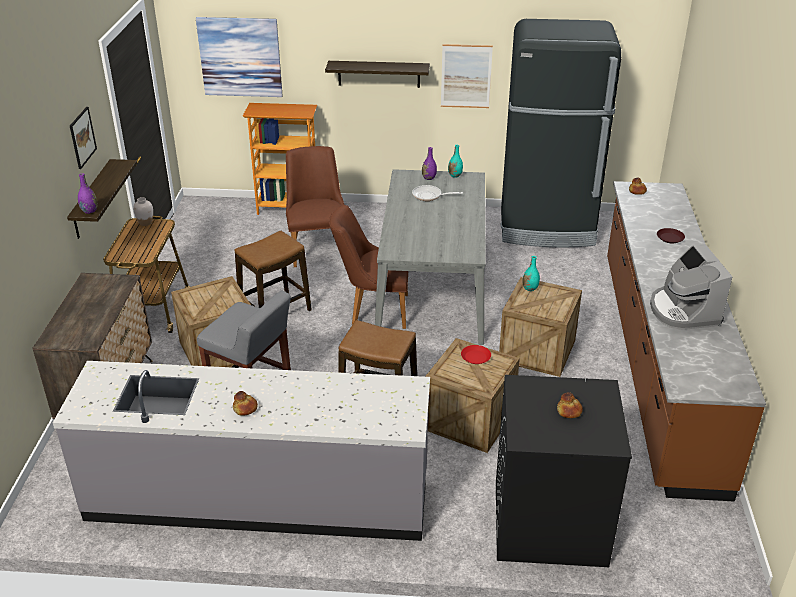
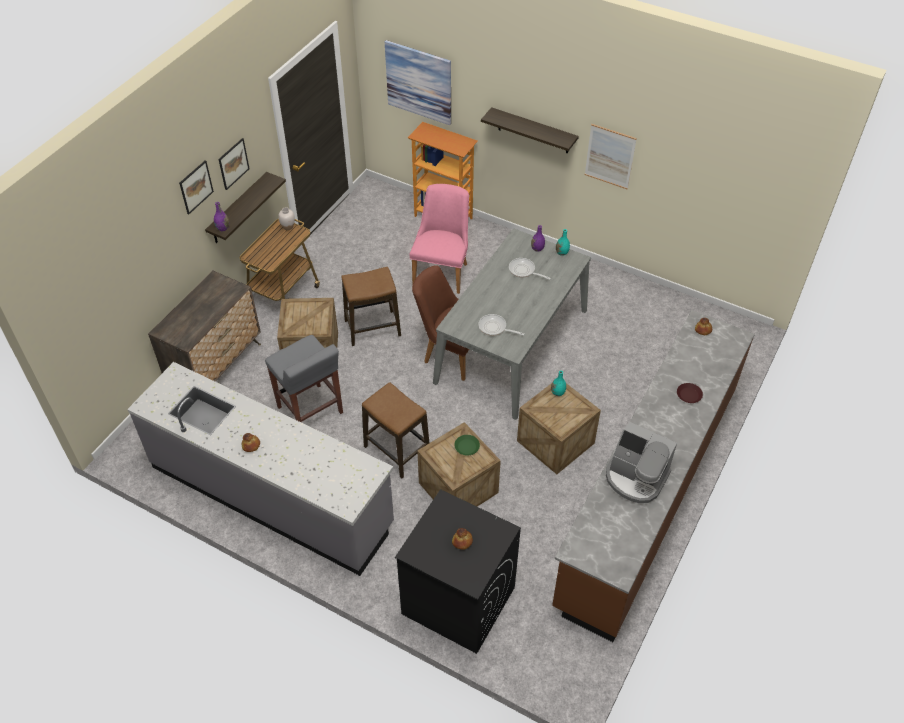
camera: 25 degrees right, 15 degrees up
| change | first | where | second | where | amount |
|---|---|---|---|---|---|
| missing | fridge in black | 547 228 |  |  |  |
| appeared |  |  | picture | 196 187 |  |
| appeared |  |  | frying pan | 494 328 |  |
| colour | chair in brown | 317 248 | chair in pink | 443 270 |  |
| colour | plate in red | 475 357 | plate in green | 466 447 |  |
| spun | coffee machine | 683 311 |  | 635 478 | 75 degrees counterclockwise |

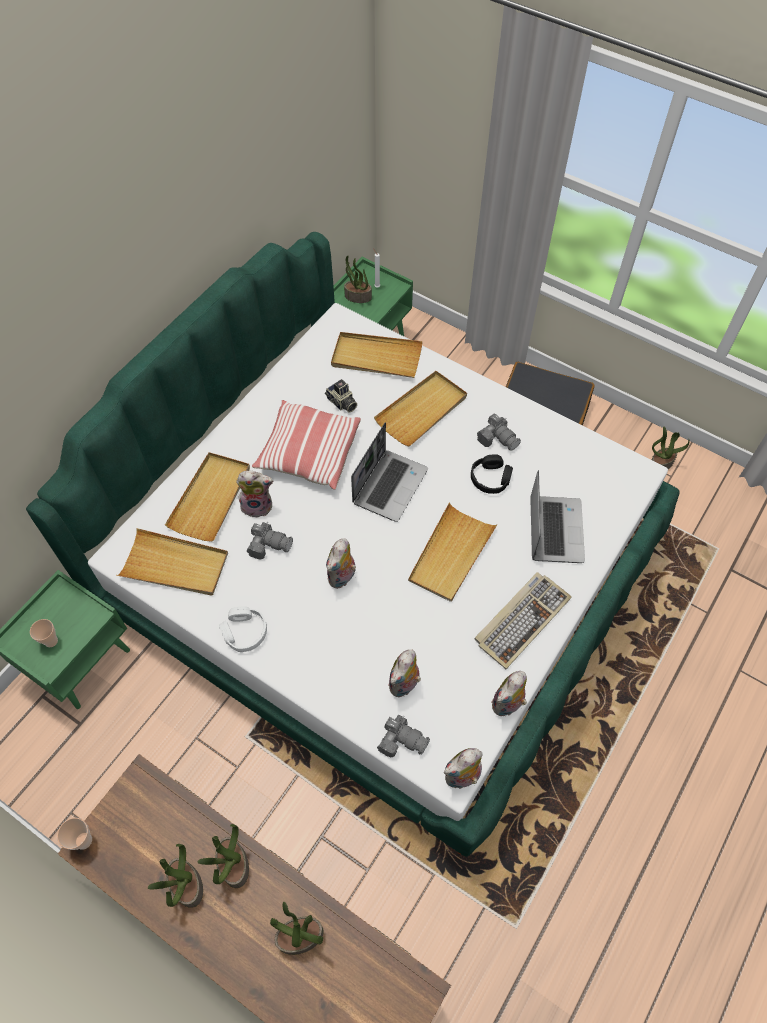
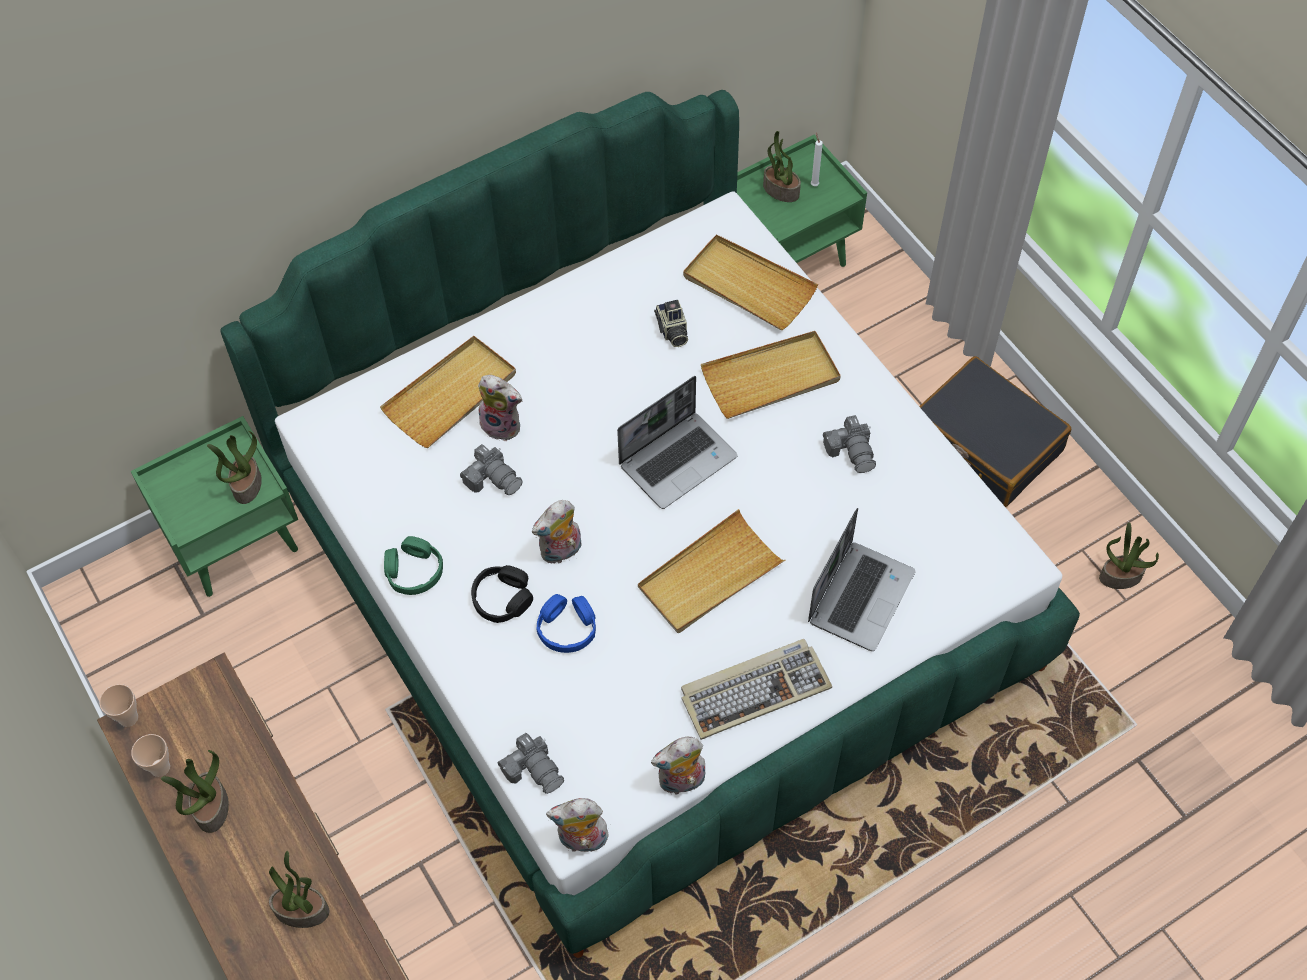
camera: 25 degrees right, 0 degrees up
| change | first | where | second | where | amount |
|---|---|---|---|---|---|
| missing | tray in beige | 175 565 |  |  |  |
| missing | pillow | 308 453 |  |  |  |
| missing | plush toy | 404 685 |  |  |  |
| appeared |  |  | headphones in blue | 567 628 |  |
| relocated | cup | 51 641 |  | 160 767 |  |
| relocated | potted plant | 233 864 |  | 246 484 |  |
| relocated | headphones in black | 490 478 |  | 502 598 |  |
| colour | headphones in white | 244 632 | headphones in green | 414 571 |  |

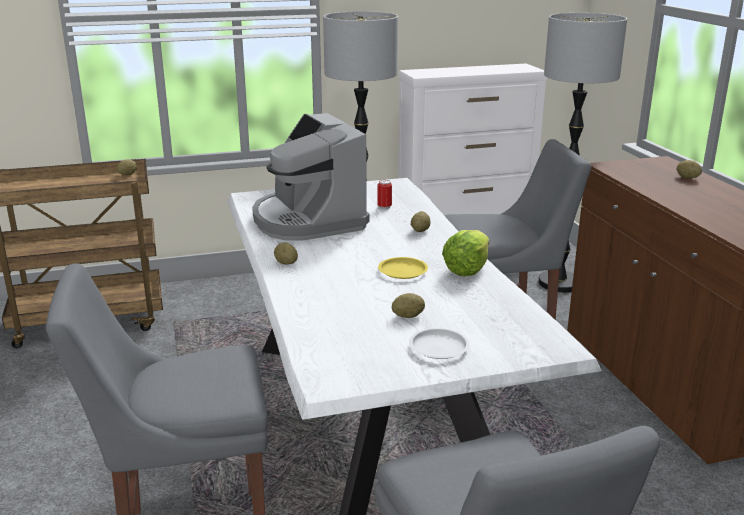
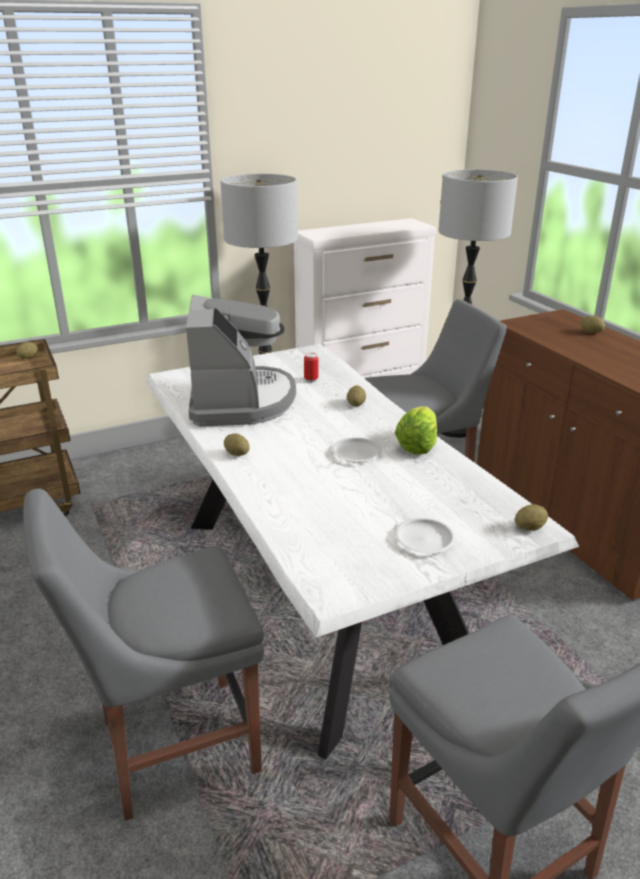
camera: 10 degrees left, 5 degrees up
| change | first | where | second | where | amount |
|---|---|---|---|---|---|
| relocated | potato | 408 316 |  | 529 528 |  |
| colour | plate in yellow | 402 271 | plate in white | 356 453 |  |
| spun | coffee machine | 308 220 |  | 240 401 | 150 degrees counterclockwise |

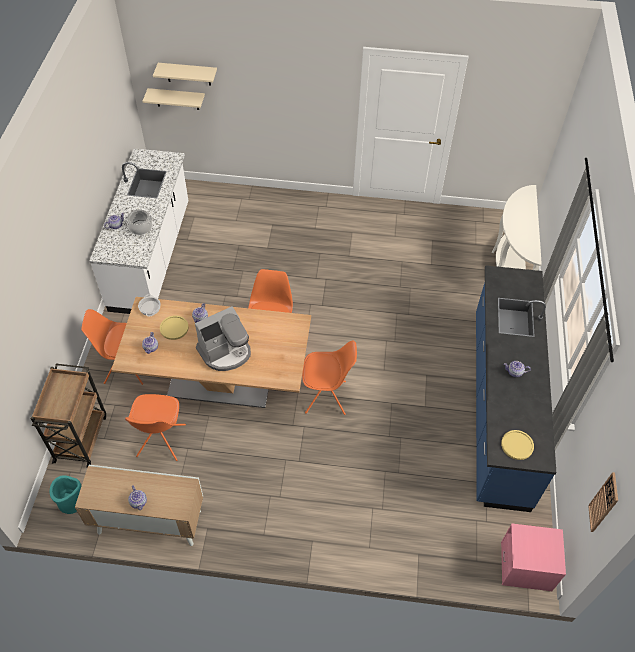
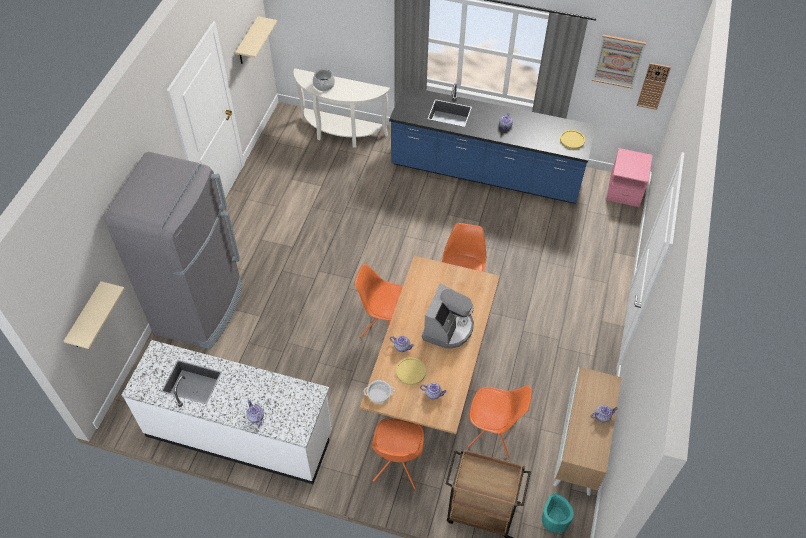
camera: 80 degrees left, 0 degrees up
| change | first | where | second | where | amount |
|---|---|---|---|---|---|
| appeared |  |  | fridge in grey | 200 309 |  |
| appeared |  |  | picture | 618 61 |  |
| relocated | cooking pot | 140 227 |  | 324 85 |  |
| relocated | shelf in beige | 188 74 |  | 248 42 |  |
| spun | coffee machine | 225 352 |  | 448 328 | 45 degrees clockwise |

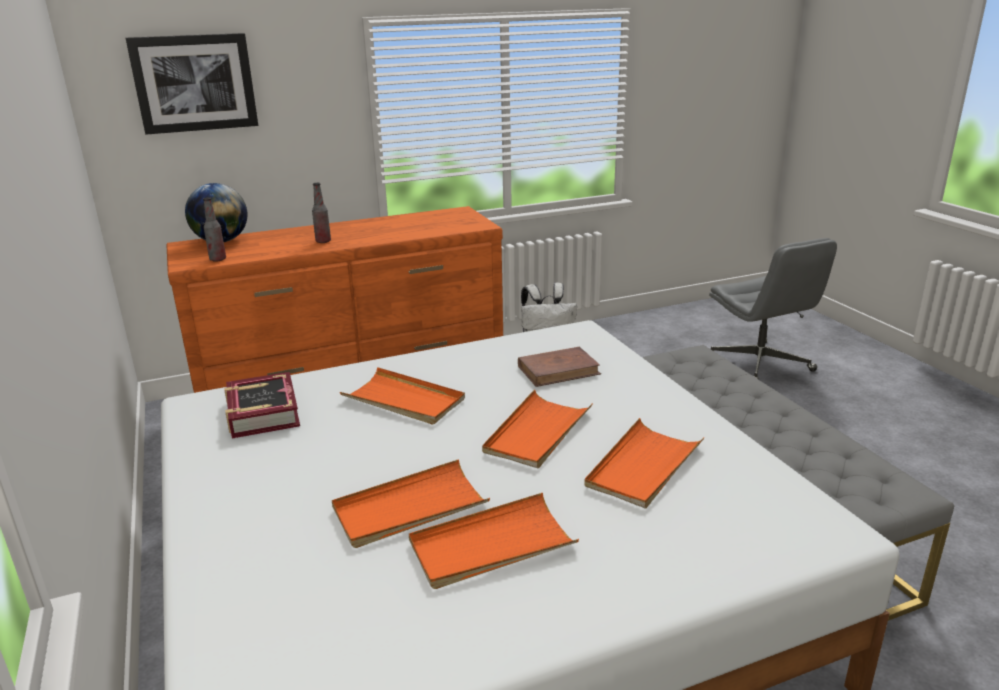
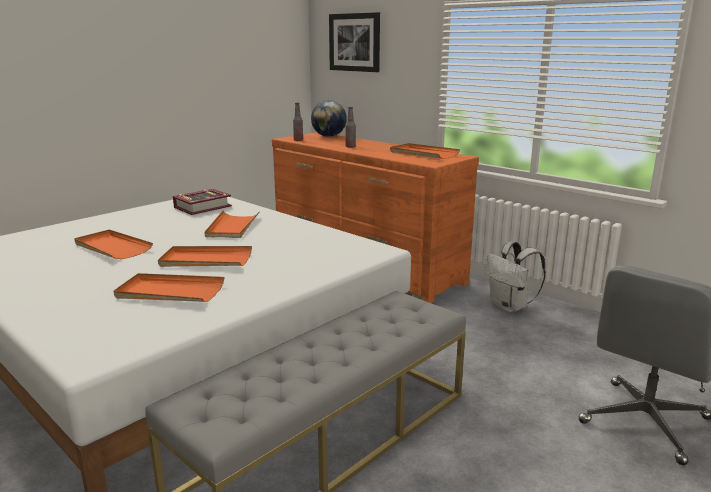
camera: 65 degrees right, 5 degrees down
| change | first | where | second | where | amount |
|---|---|---|---|---|---|
| missing | book in brown | 558 370 |  |  |  |
| relocated | tray in orange | 491 546 |  | 423 153 |  |

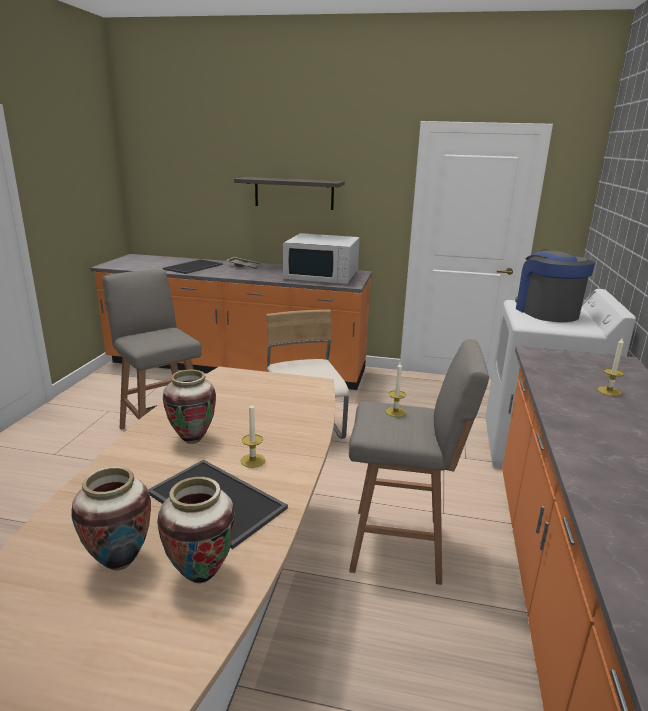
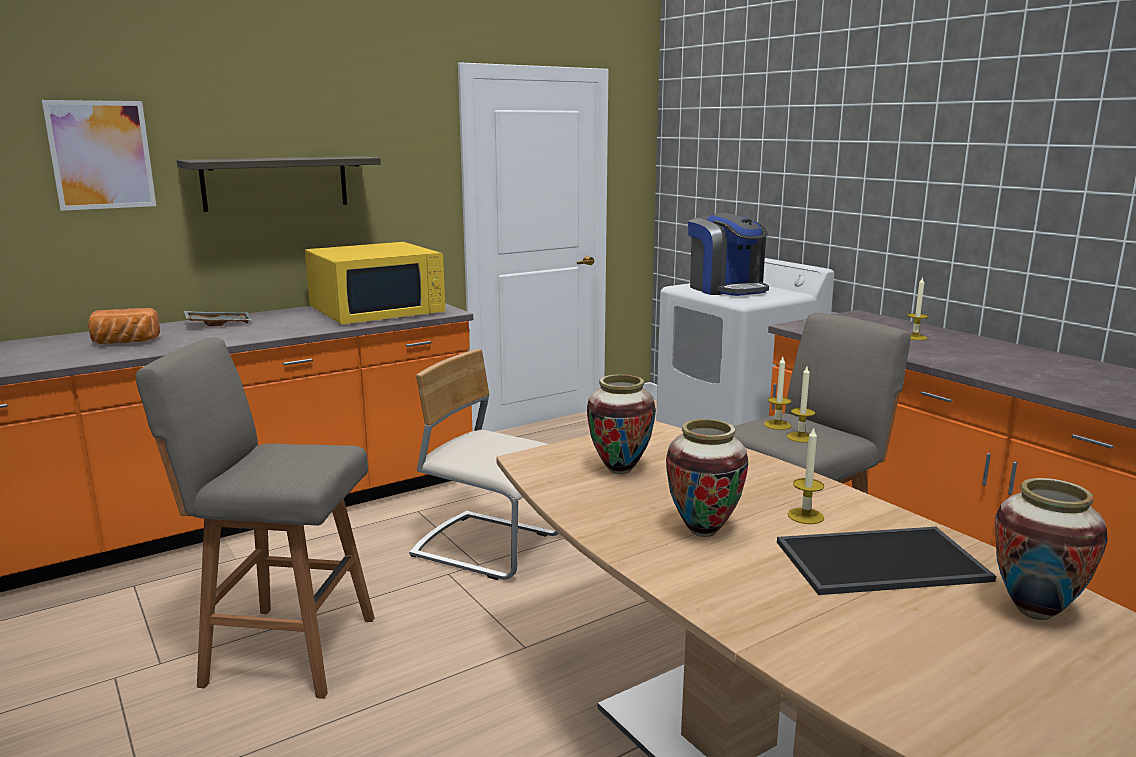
camera: 45 degrees left, 5 degrees down
| change | first | where | second | where | amount |
|---|---|---|---|---|---|
| appeared |  |  | picture | 101 155 |  |
| appeared |  |  | candle | 800 437 |  |
| relocated | vase | 119 562 |  | 620 470 |  |
| exchanged | tray | 193 266 | bread | 124 343 |  |
| colour | microwave in white | 322 276 | microwave in yellow | 378 311 |  |
| spun | coffee machine | 546 312 |  | 726 289 | 150 degrees counterclockwise |

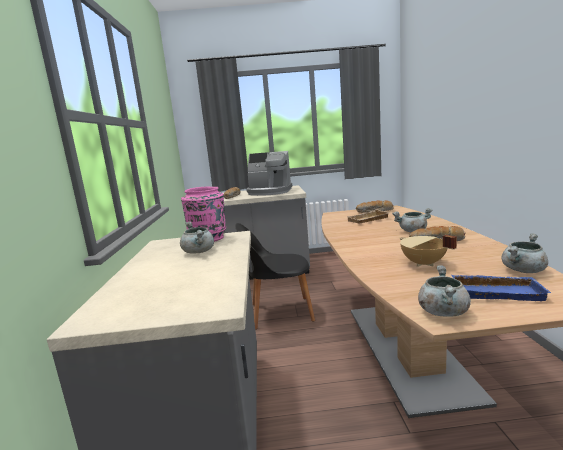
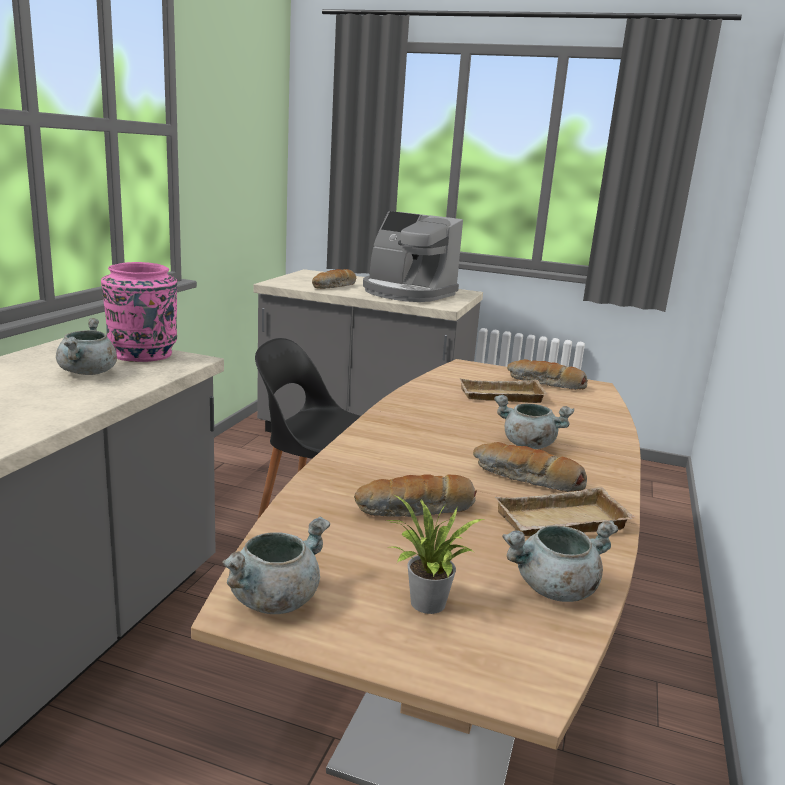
camera: 20 degrees right, 5 degrees up
| change | first | where | second | where | amount |
|---|---|---|---|---|---|
| appeared |  |  | tray in beige | 561 524 |  |
| exchanged | cooking pot in beige | 423 264 | bread | 416 510 |  |
| exchanged | tray in blue | 497 292 | potted plant | 425 605 |  |

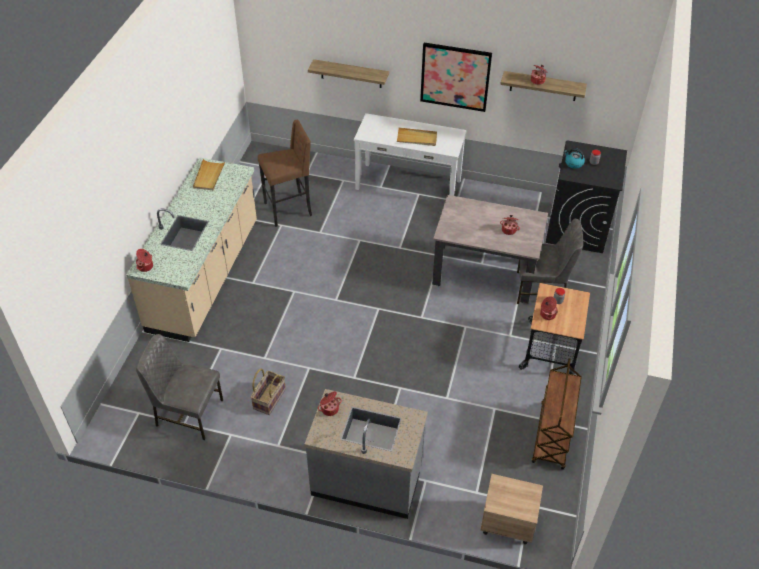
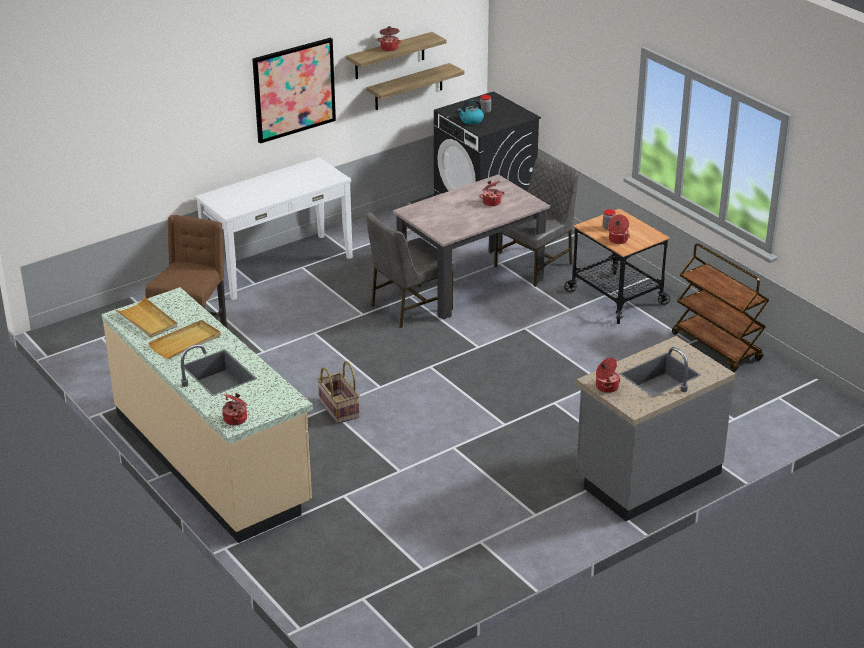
camera: 50 degrees left, 15 degrees down
| change | first | where | second | where | amount |
|---|---|---|---|---|---|
| missing | nightstand in beige | 506 523 |  |  |  |
| relocated | chair in grey | 188 413 |  | 409 307 |  |
| relocated | basket | 269 398 |  | 338 409 |  |
| relocated | shelf | 351 74 |  | 408 87 |  |
| relocated | tray in beige | 417 138 |  | 186 342 |  |

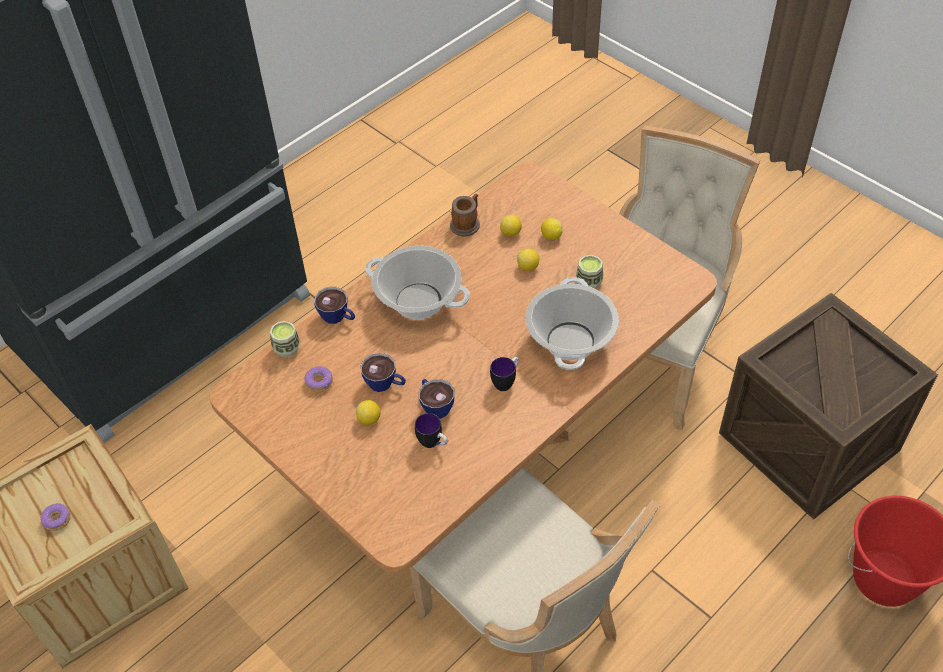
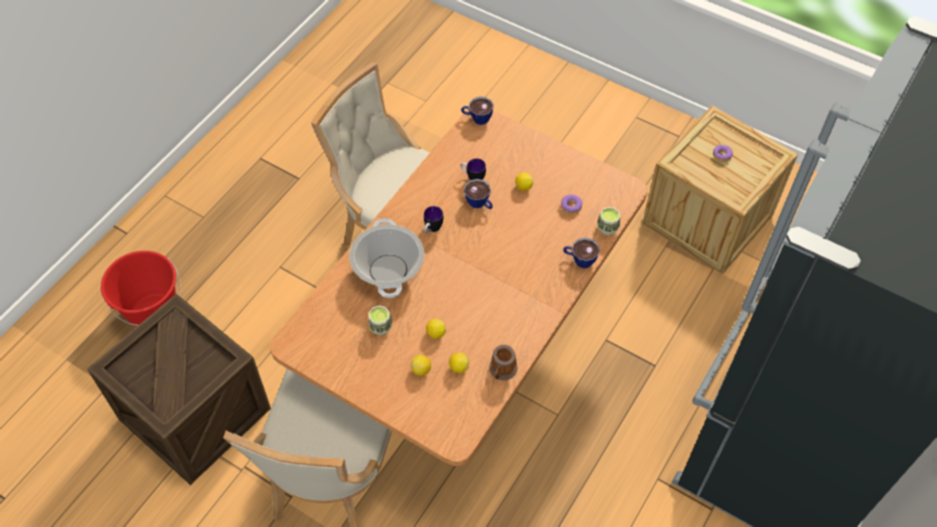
camera: 165 degrees right, 5 degrees up
| change | first | where | second | where | amount |
|---|---|---|---|---|---|
| missing | cooking pot | 419 300 |  |  |  |
| relocated | cup | 385 384 |  | 477 118 |  |

